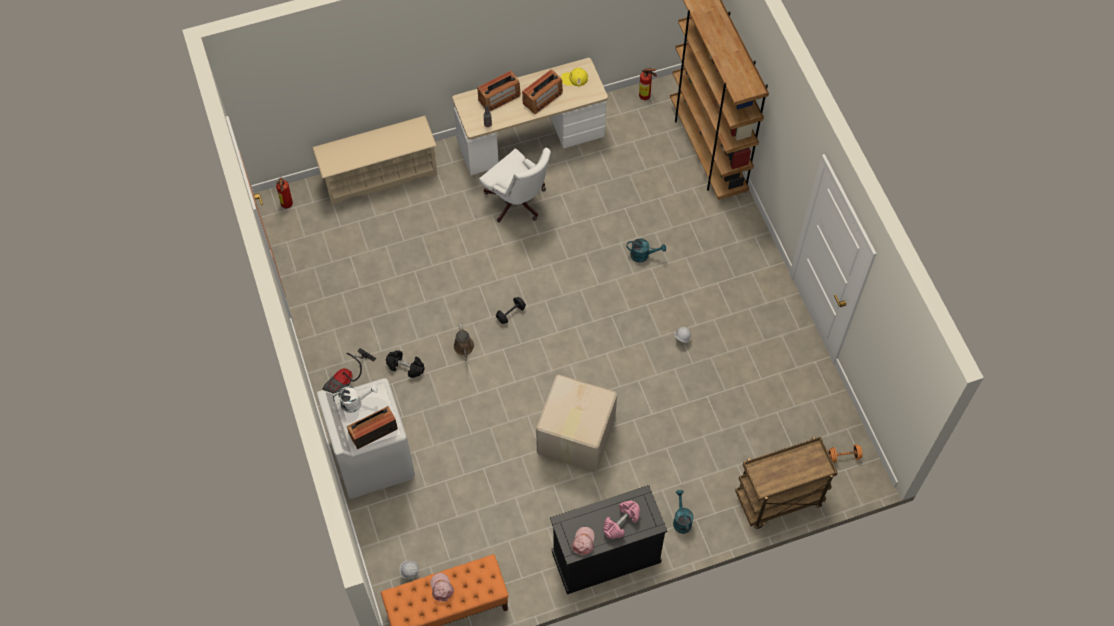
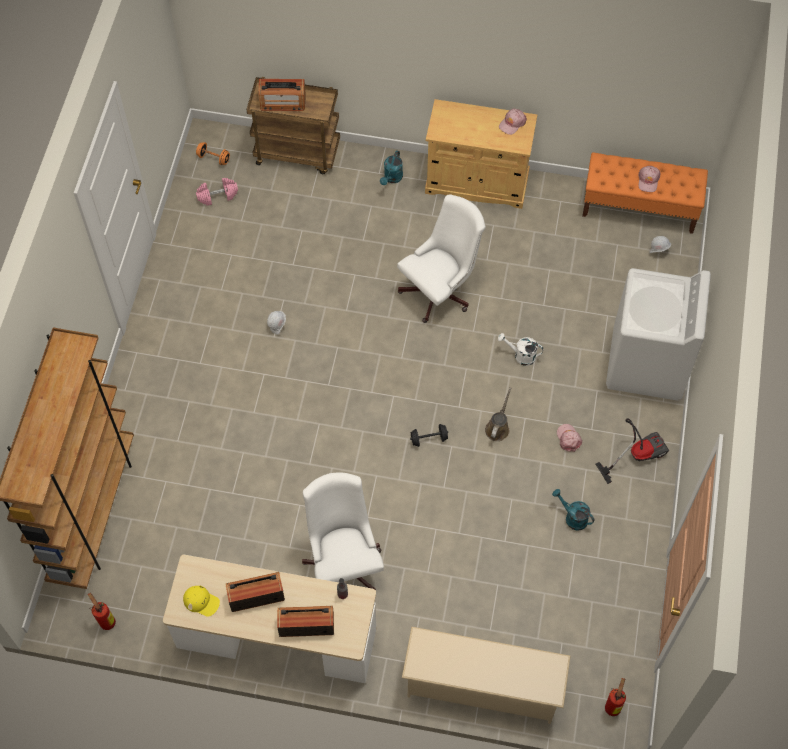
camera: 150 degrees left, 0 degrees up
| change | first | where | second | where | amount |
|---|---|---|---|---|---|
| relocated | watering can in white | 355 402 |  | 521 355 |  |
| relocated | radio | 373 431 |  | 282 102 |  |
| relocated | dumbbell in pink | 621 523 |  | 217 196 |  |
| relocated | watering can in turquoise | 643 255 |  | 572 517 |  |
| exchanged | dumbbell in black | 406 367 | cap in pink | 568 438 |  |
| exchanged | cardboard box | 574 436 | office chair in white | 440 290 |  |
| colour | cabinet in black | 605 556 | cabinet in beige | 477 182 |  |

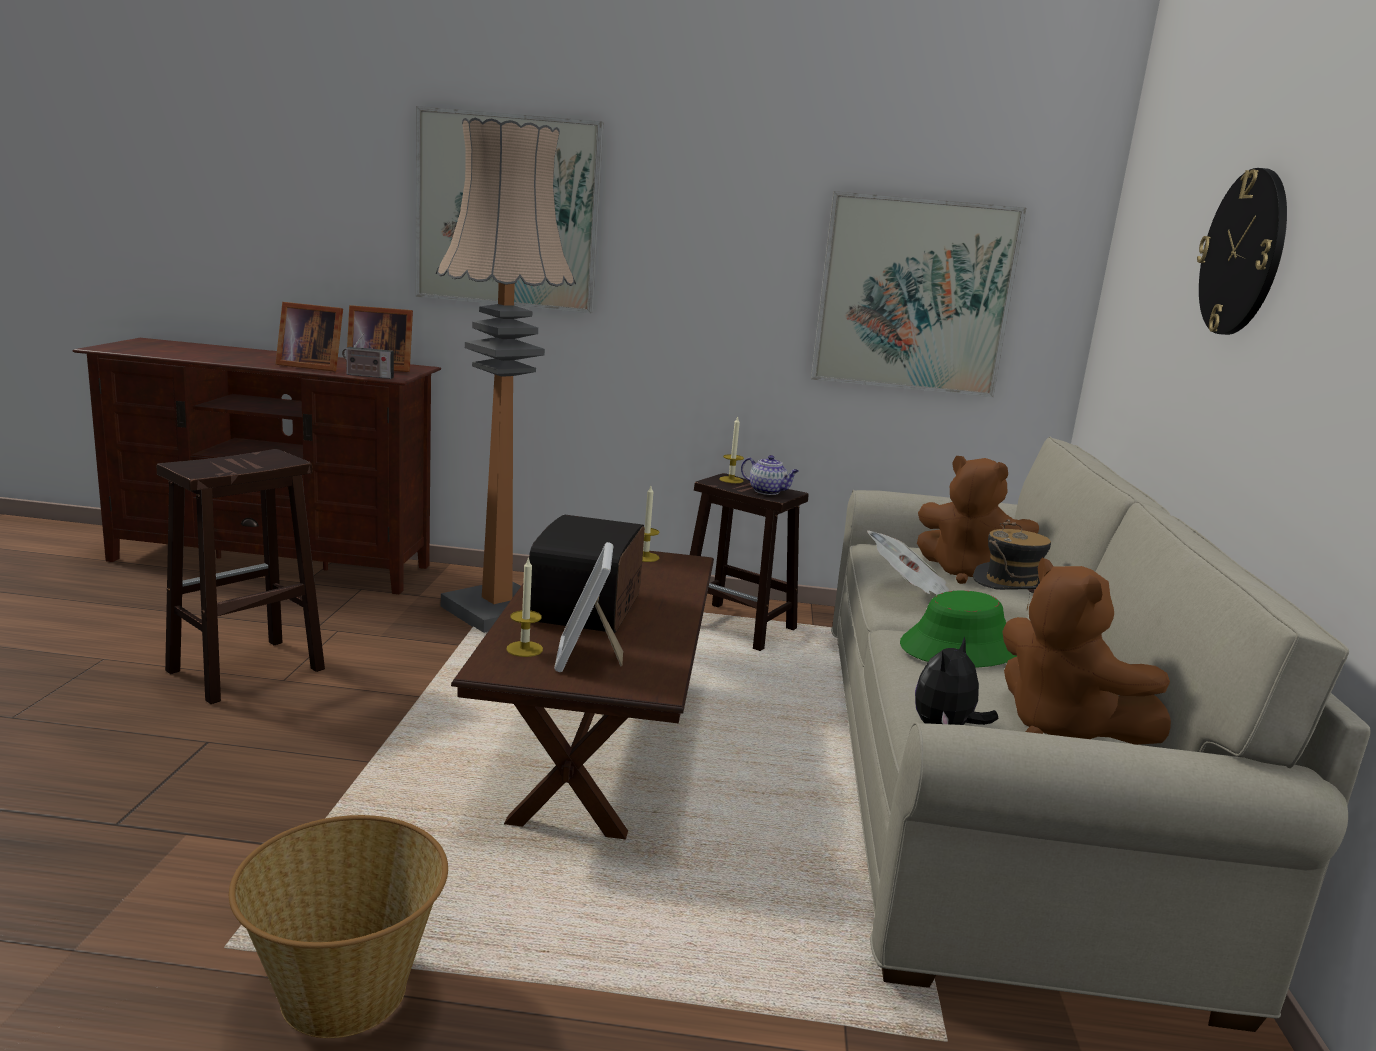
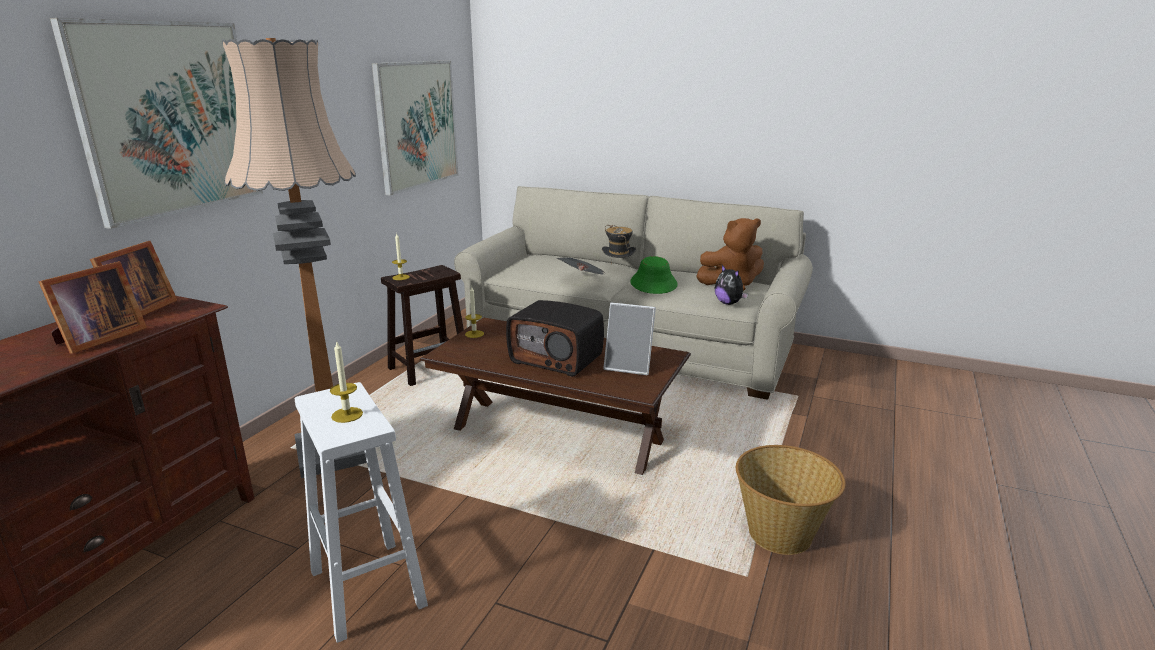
camera: 70 degrees left, 5 degrees up
| change | first | where | second | where | amount |
|---|---|---|---|---|---|
| missing | radio | 367 376 |  |  |  |
| missing | teapot | 768 491 |  |  |  |
| missing | plush toy in brown | 969 574 |  |  |  |
| missing | wall clock | 1243 253 |  |  |  |
| relocated | candle | 524 649 |  | 347 415 |  |
| colour | stool in brown | 244 671 | stool in white | 368 589 |  |

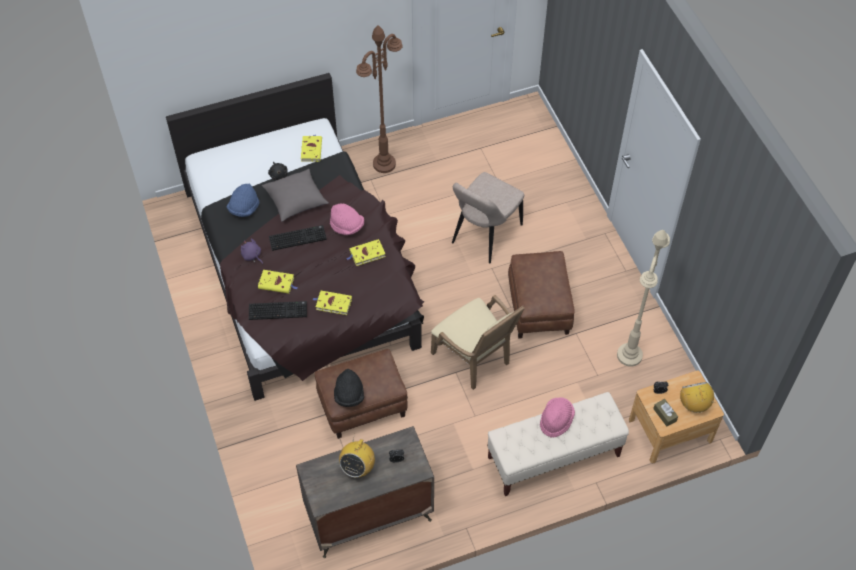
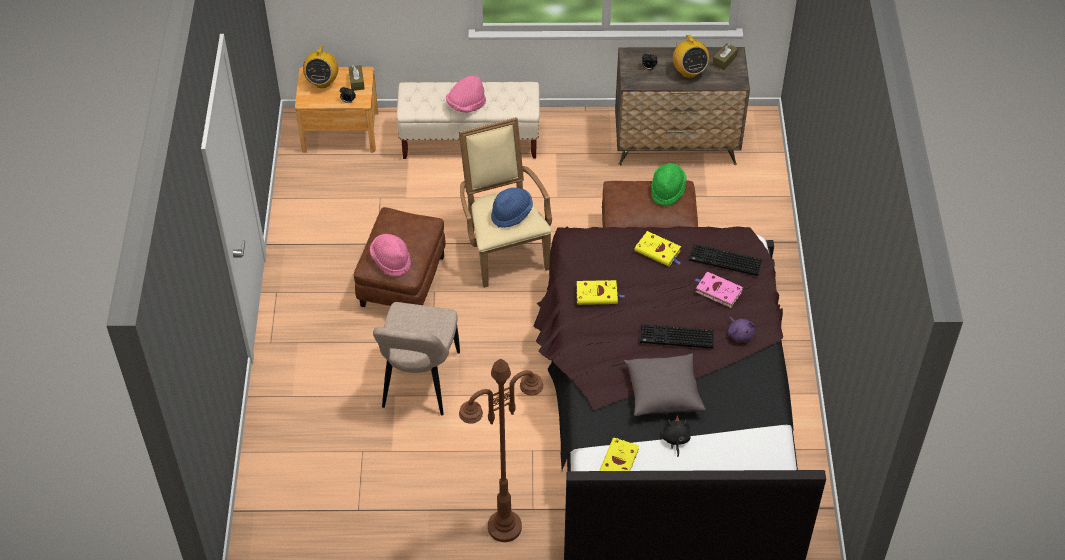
camera: 160 degrees left, 5 degrees down
| change | first | where | second | where | amount |
|---|---|---|---|---|---|
| missing | floor lamp in beige | 629 355 |  |  |  |
| appeared |  |  | tissue box in brown | 724 60 |  |
| relocated | hat in blue | 244 208 |  | 511 214 |  |
| relocated | hat in pink | 347 226 |  | 391 260 |  |
| colour | book in yellow | 277 283 | book in pink | 717 291 |  |
| colour | hat in black | 349 395 | hat in green | 667 190 |  |
| spun | radio | 357 467 |  | 689 72 | 120 degrees clockwise |
| spun | chair in beige | 484 236 |  | 419 383 | 135 degrees clockwise |

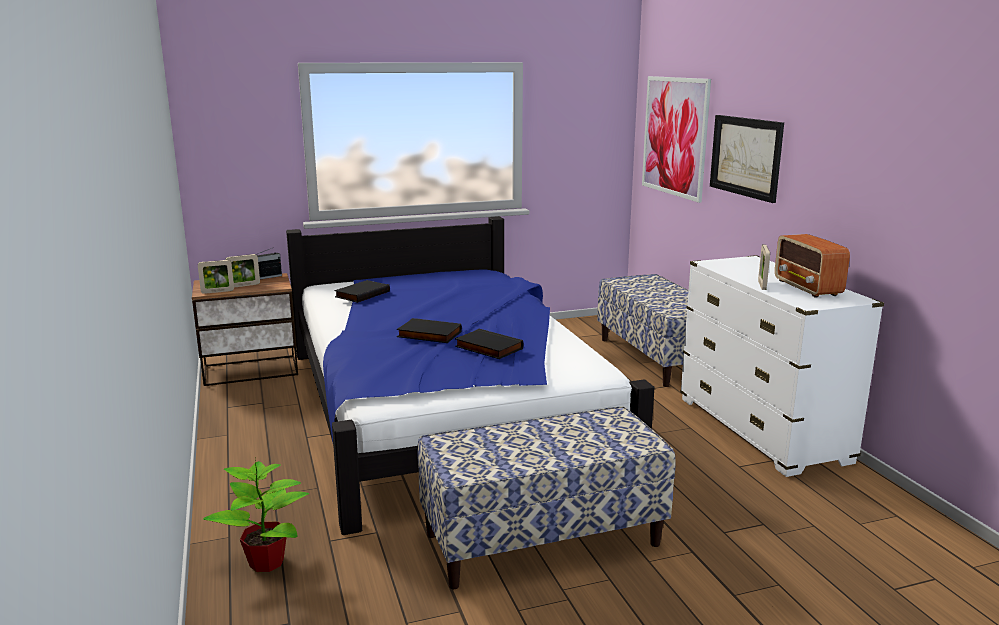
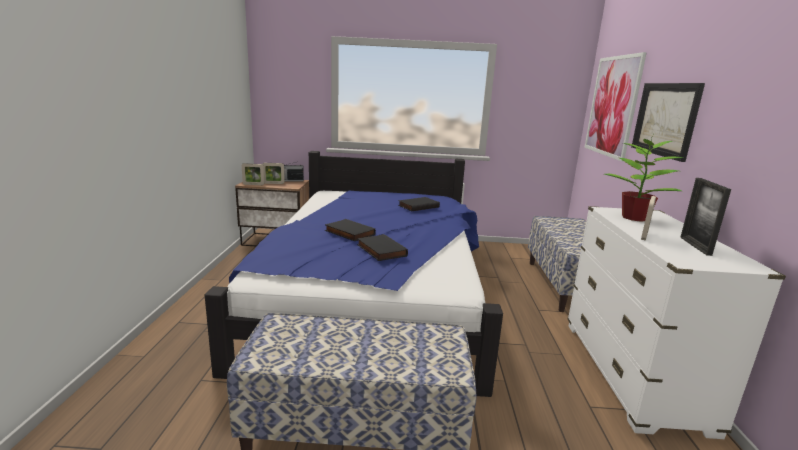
camera: 20 degrees right, 0 degrees up
| change | first | where | second | where | amount |
|---|---|---|---|---|---|
| relocated | potted plant | 268 562 |  | 635 218 |  |
| relocated | book in black | 362 294 |  | 418 206 |  |
| exchanged | radio | 807 288 | picture frame | 695 246 |  |

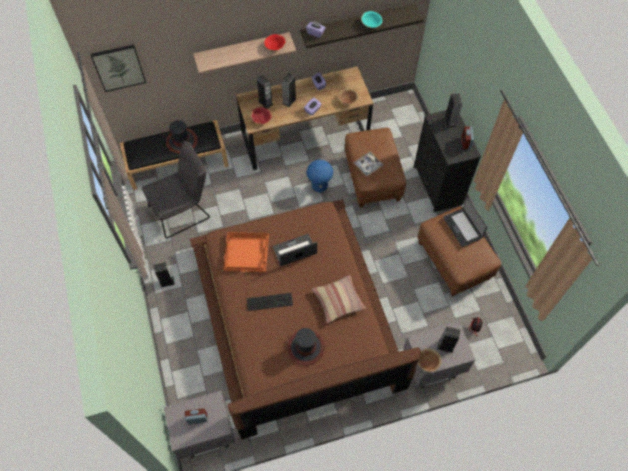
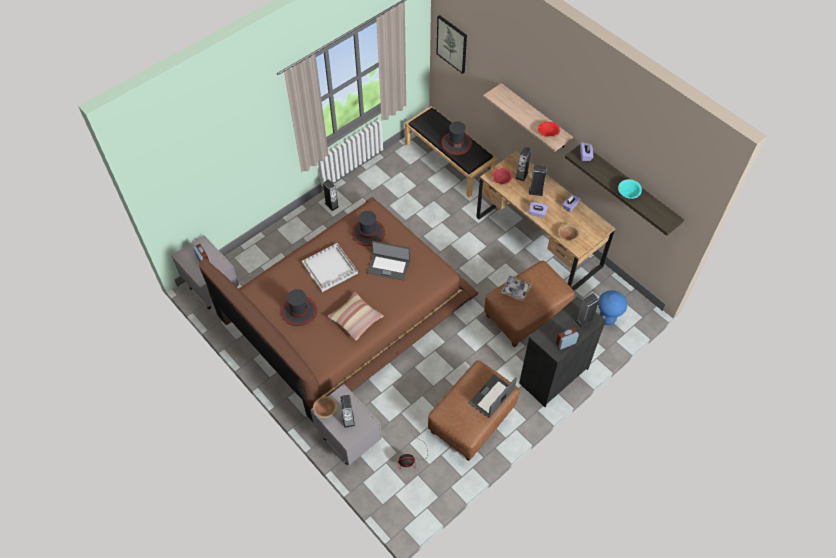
camera: 65 degrees right, 5 degrees down
| change | first | where | second | where | amount |
|---|---|---|---|---|---|
| missing | chair in grey | 183 210 |  |  |  |
| relocated | stool in blue | 319 186 |  | 607 319 |  |
| exchanged | tray in orange | 247 252 | hat | 368 233 |  |
| exchanged | keyboard | 270 301 | tray in white | 330 268 |  |
| spun | laptop | 295 251 |  | 388 267 | 150 degrees clockwise |

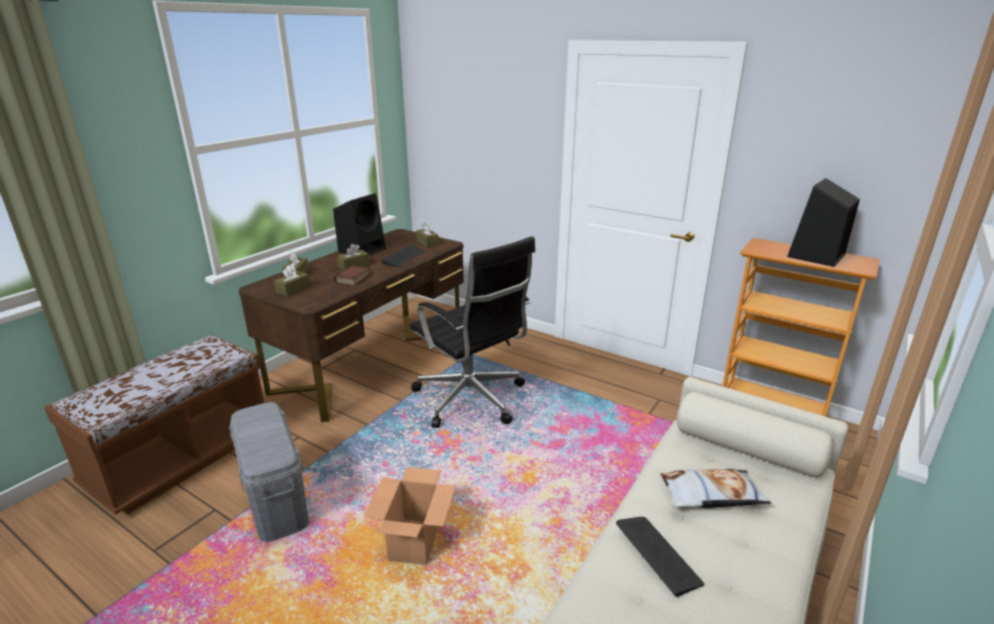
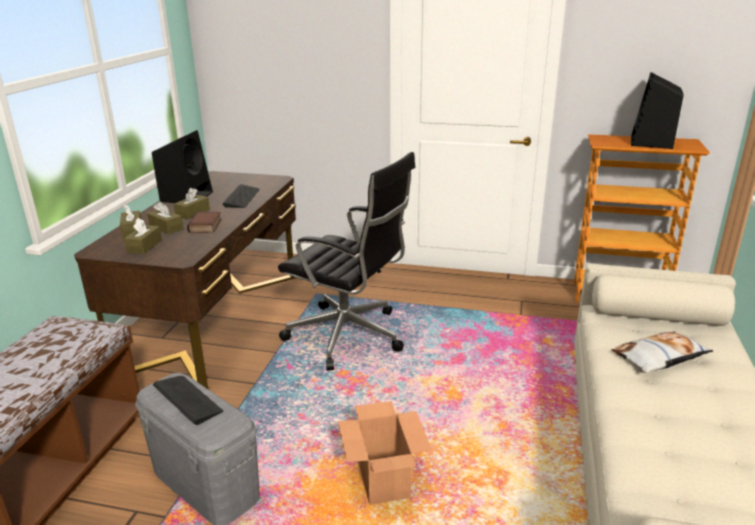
camera: 20 degrees left, 0 degrees up
| change | first | where | second | where | amount |
|---|---|---|---|---|---|
| relocated | tissue box in brown | 427 242 |  | 166 228 |  |
| relocated | keyboard | 657 554 |  | 187 400 |  |

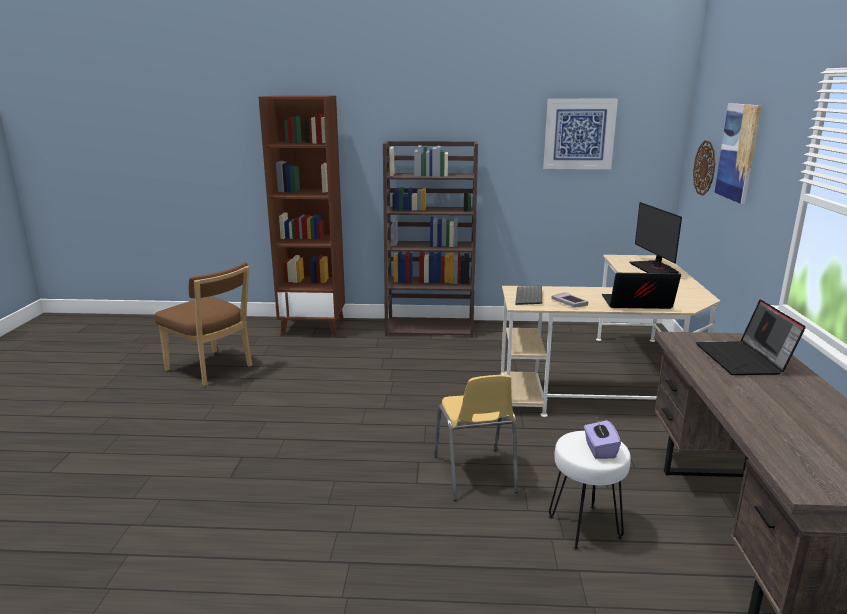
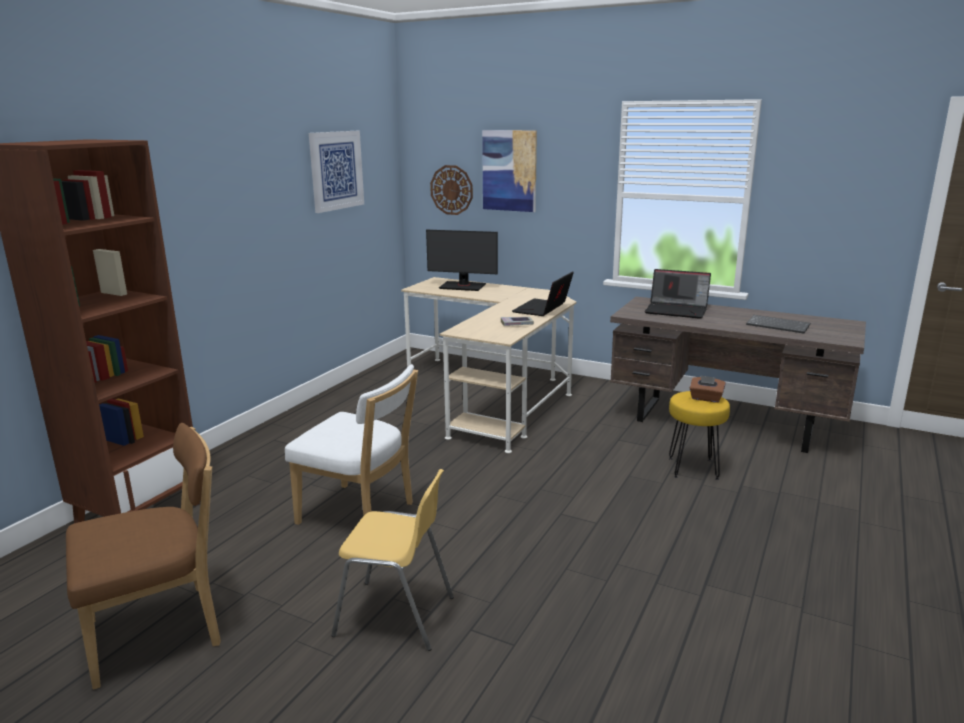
camera: 65 degrees left, 0 degrees up
| change | first | where | second | where | amount |
|---|---|---|---|---|---|
| missing | bookcase in brown | 430 328 |  |  |  |
| appeared |  |  | chair in white | 360 515 |  |
| relocated | chair in yellow | 475 474 |  | 396 616 |  |
| relocated | keyboard | 530 297 |  | 778 325 |  |
| colour | stool in white | 583 527 | stool in yellow | 692 468 |  |
| colour | tissue box in purple | 599 450 | tissue box in brown | 706 398 |  |

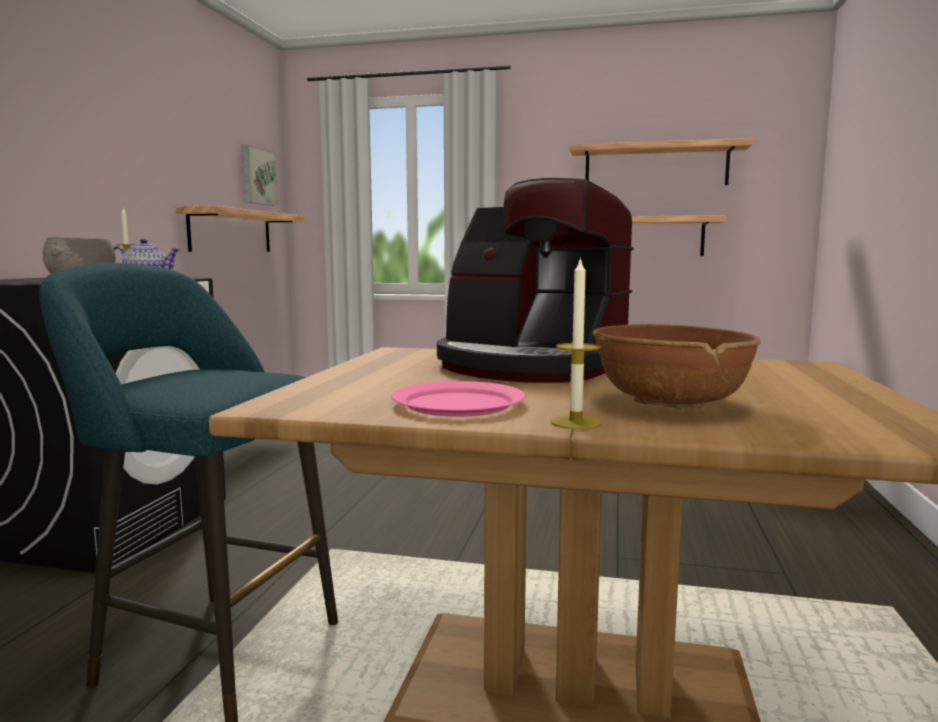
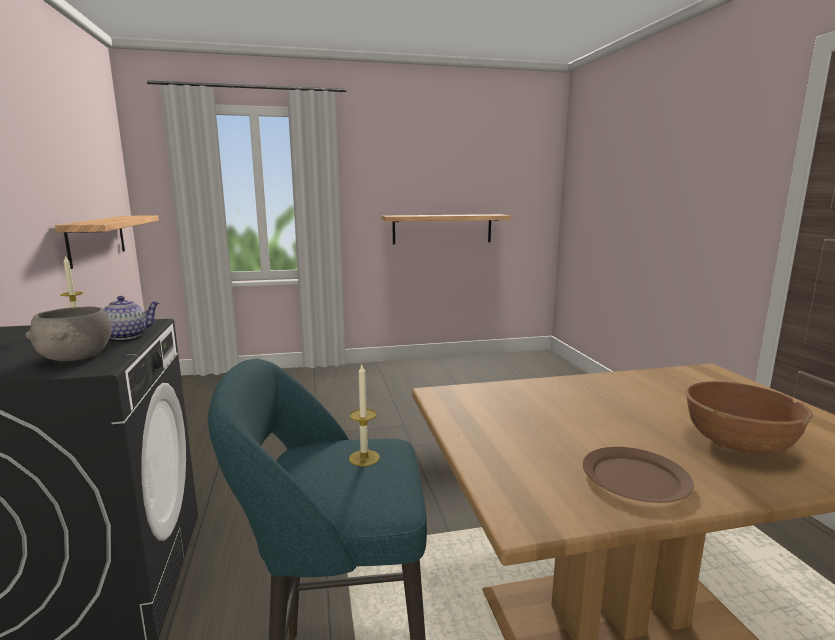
camera: 25 degrees left, 5 degrees up
| change | first | where | second | where | amount |
|---|---|---|---|---|---|
| missing | picture | 257 176 |  |  |  |
| missing | coffee machine | 530 366 |  |  |  |
| missing | shelf | 655 166 |  |  |  |
| relocated | candle | 575 422 |  | 364 458 |  |
| colour | plate in pink | 459 404 | plate in brown | 636 478 |  |

